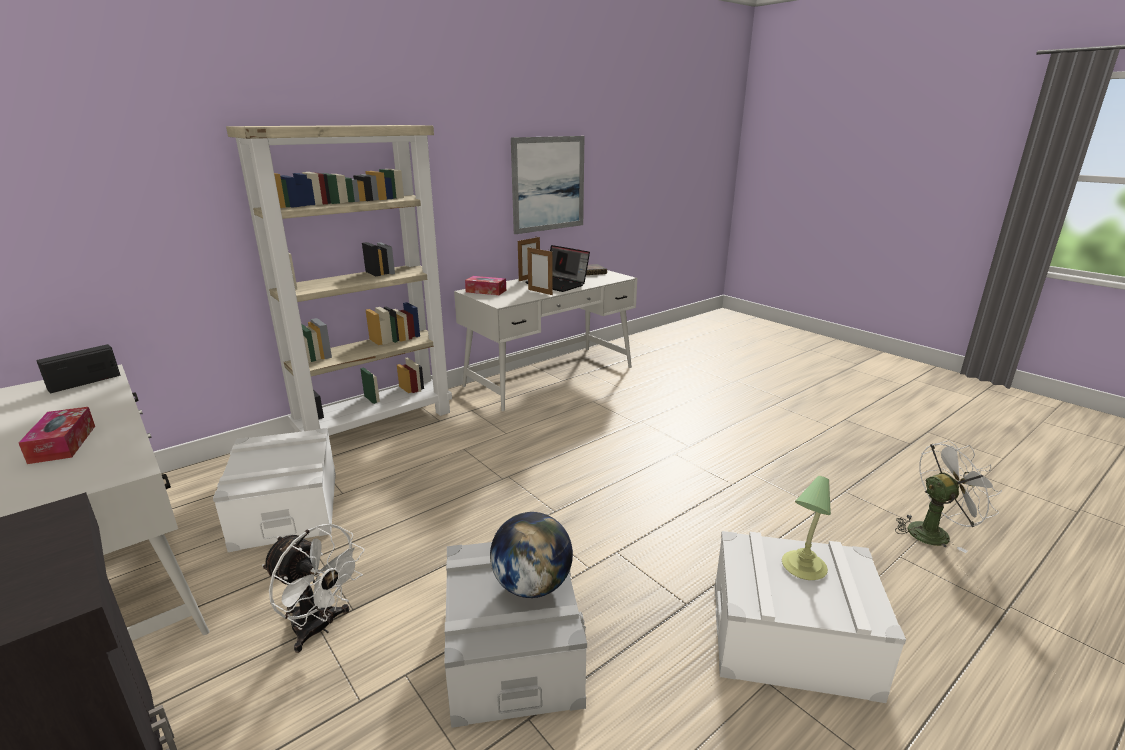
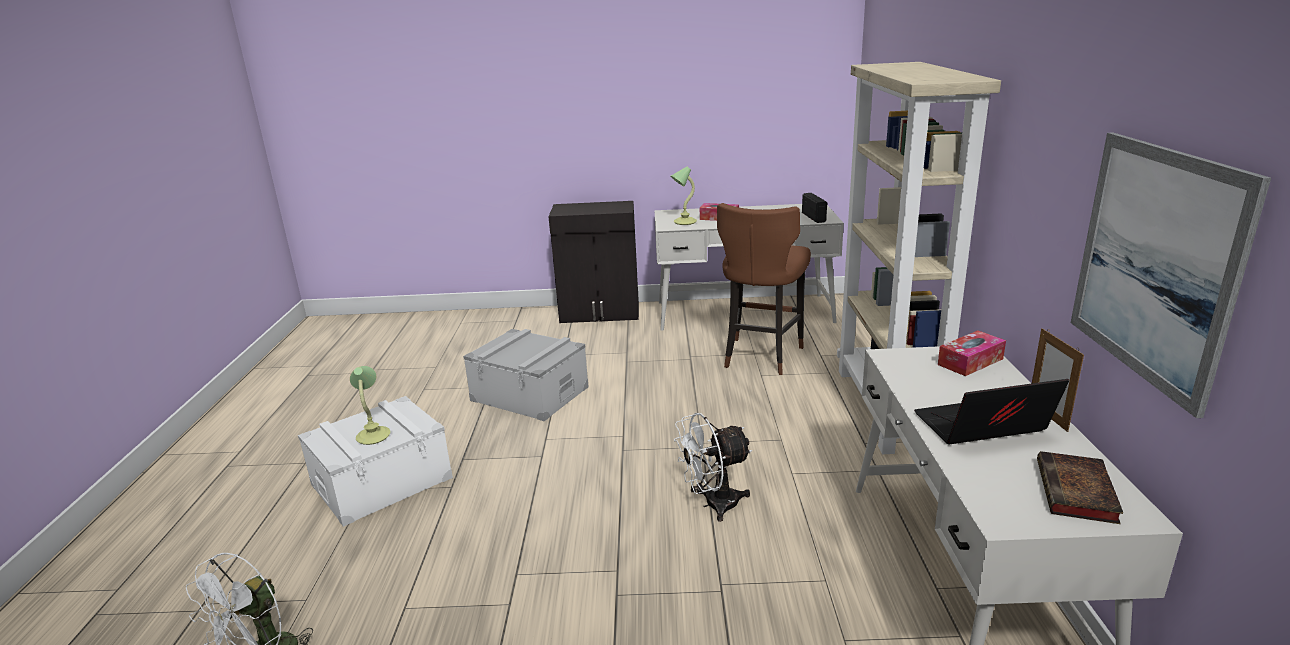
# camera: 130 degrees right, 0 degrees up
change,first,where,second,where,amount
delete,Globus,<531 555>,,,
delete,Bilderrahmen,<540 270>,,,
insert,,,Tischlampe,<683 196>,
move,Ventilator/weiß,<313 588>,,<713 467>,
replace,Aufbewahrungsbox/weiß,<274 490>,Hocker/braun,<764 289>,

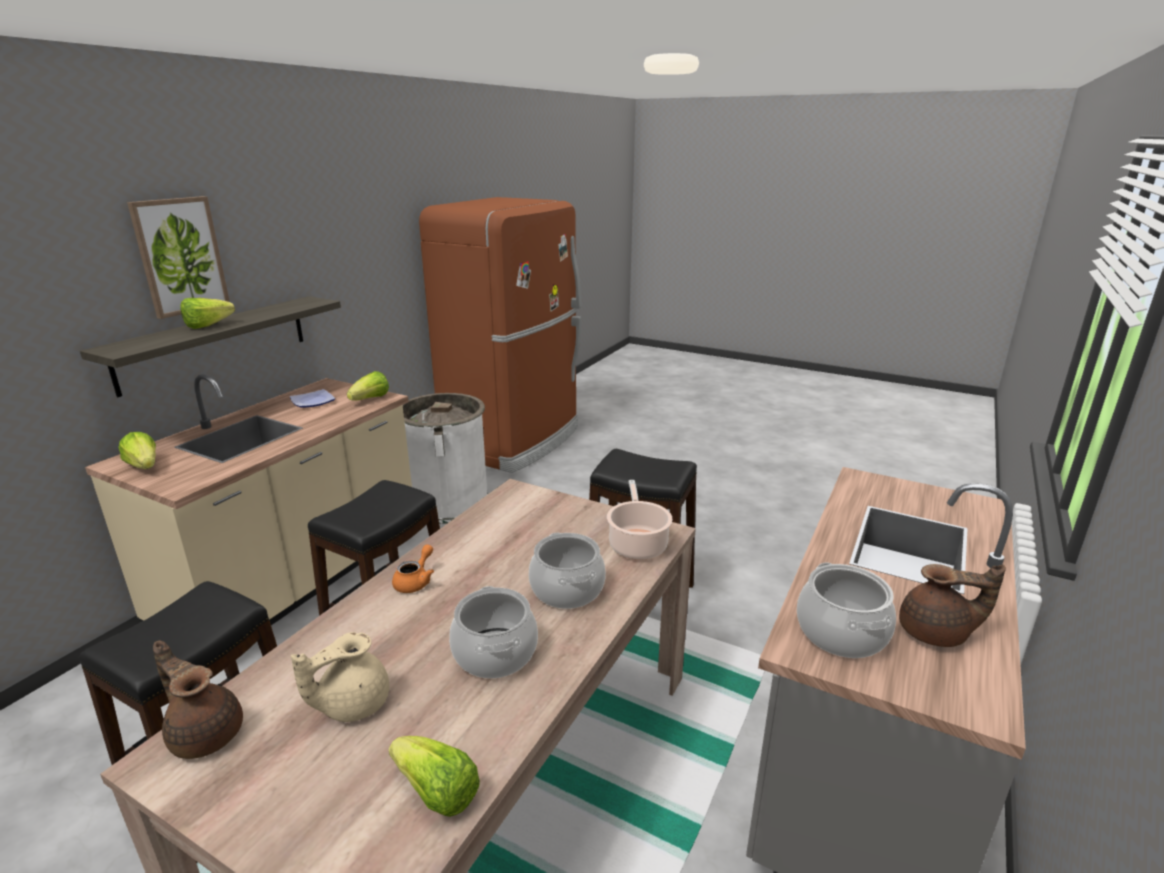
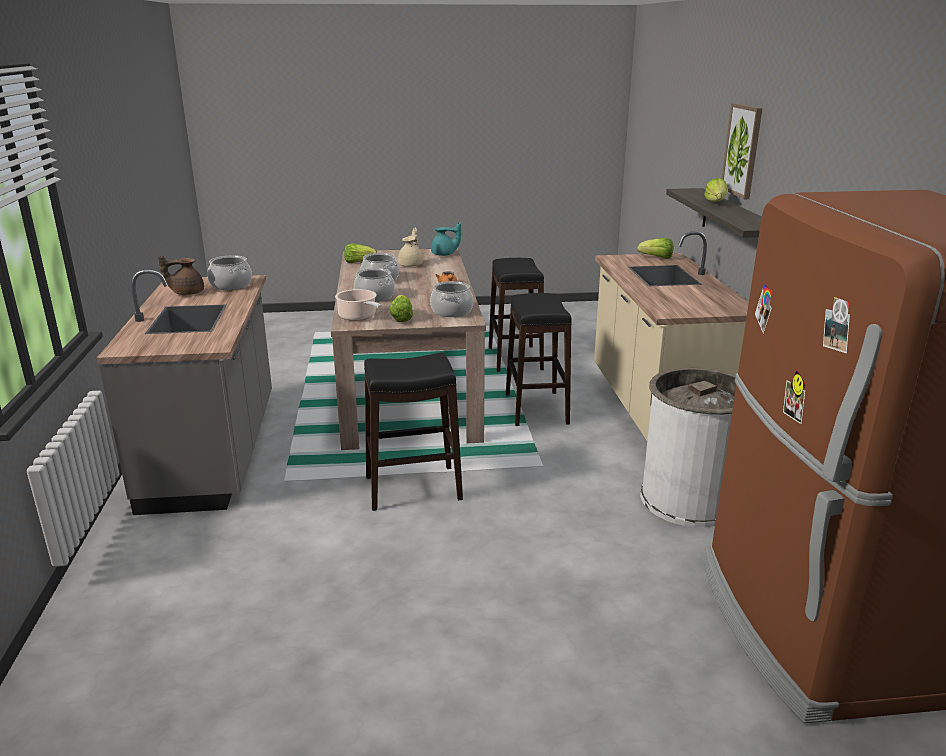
# camera: 145 degrees right, 0 degrees up
change,first,where,second,where,amount
delete,Teller,<312 398>,,,
insert,,,Kochtopf,<451 299>,
move,Salatkopf,<368 386>,,<401 308>,
recolor,Teekanne/braun,<198 699>,Teekanne/türkis,<446 239>,

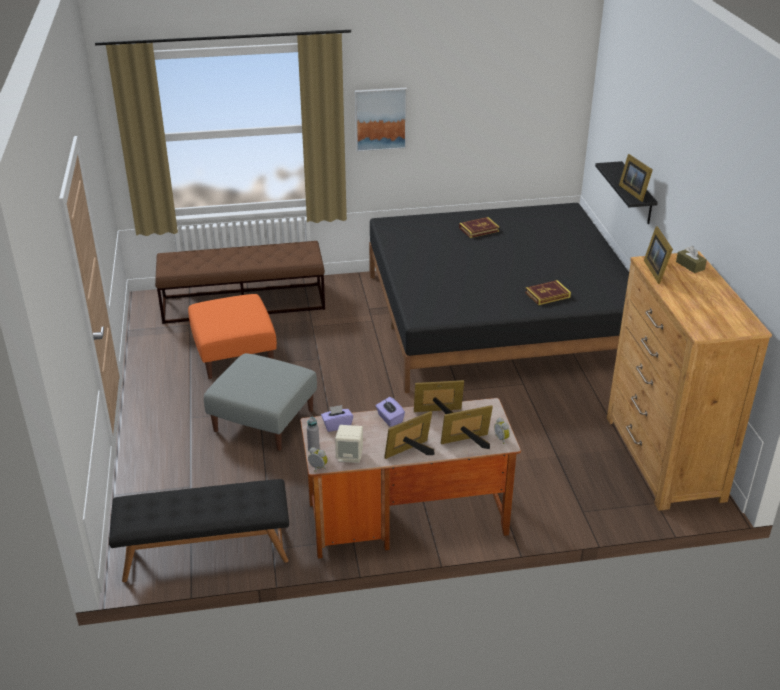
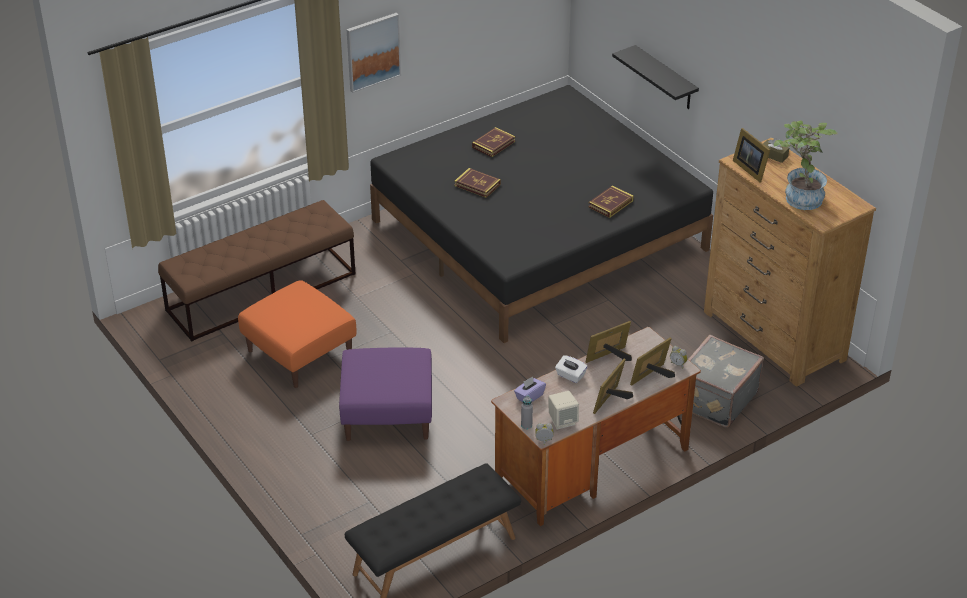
# camera: 25 degrees left, 5 degrees up
change,first,where,second,where,amount
delete,Bilderrahmen,<636 178>,,,
insert,,,Buch,<477 183>,
insert,,,Koffer/grau,<726 381>,
insert,,,Topfpflanze,<806 165>,
recolor,Polsterhocker/grau,<260 402>,Polsterhocker/lila,<385 394>,
recolor,Taschentuchbox/lila,<390 412>,Taschentuchbox/weiß,<571 369>,

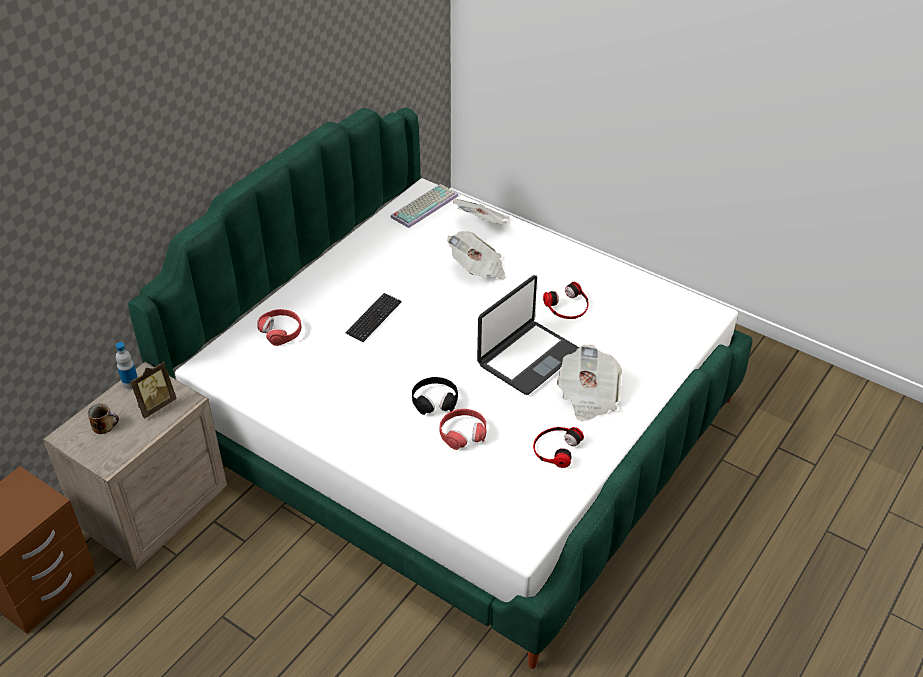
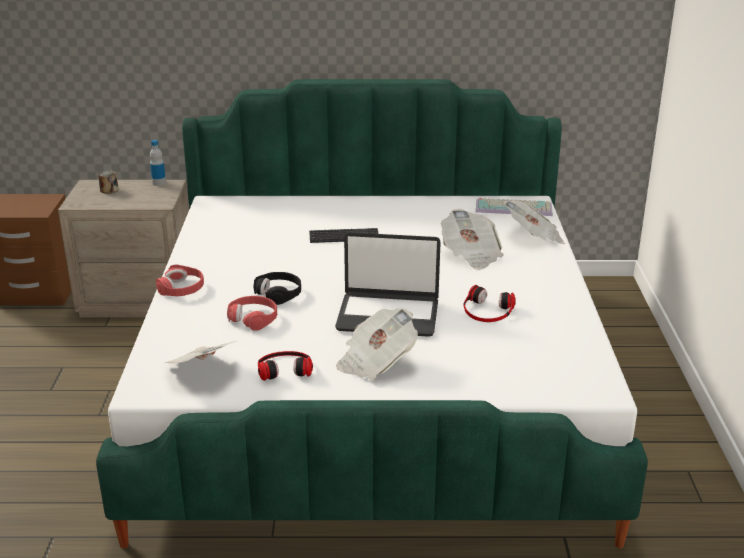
# camera: 55 degrees right, 15 degrees down
change,first,where,second,where,amount
delete,Bilderrahmen,<153 390>,,,
insert,,,Zeitung,<200 352>,
move,Kopfhörer/rot,<279 327>,,<180 280>,

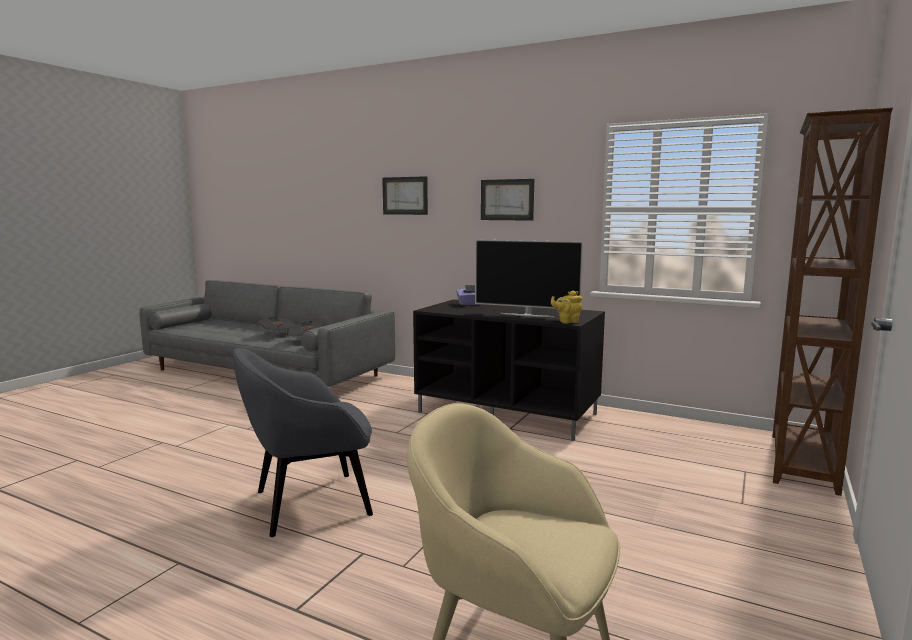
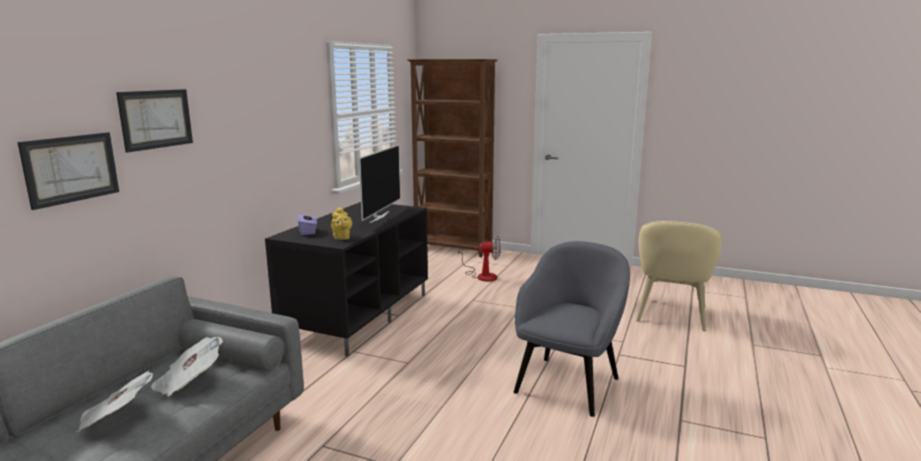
# camera: 95 degrees left, 5 degrees up
change,first,where,second,where,amount
insert,,,Ventilator,<479 258>,
move,Bild,<507 200>,,<68 171>,
move,Teekanne/gelb,<566 307>,,<341 223>,
rotate,Sessel/grau,<303 442>,,<572 329>,120 degrees counterclockwise

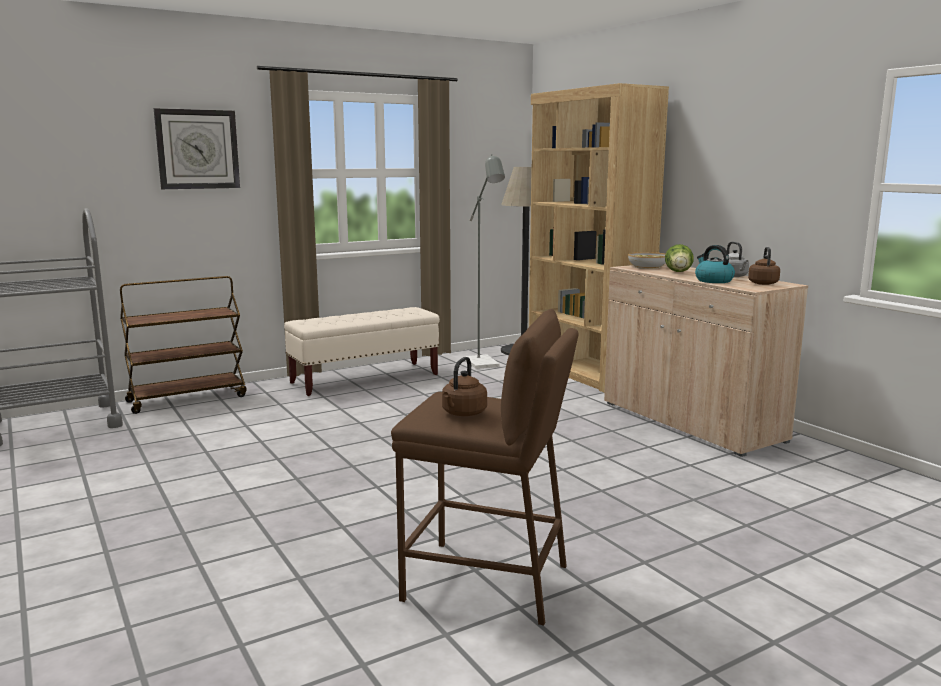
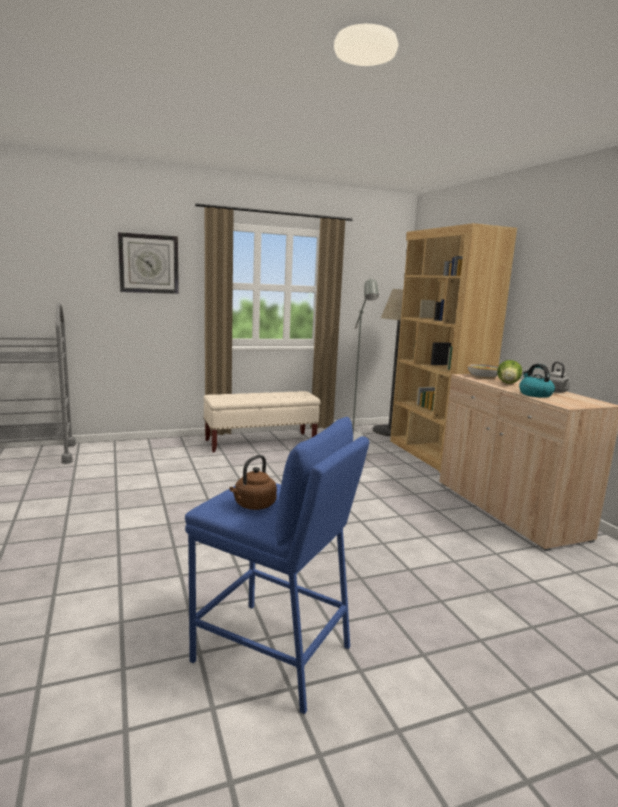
# camera: 10 degrees right, 0 degrees up
change,first,where,second,where,amount
delete,Rollwagen/braun,<183 345>,,,
delete,Wasserkessel/braun,<764 266>,,,
recolor,Hocker/braun,<485 467>,Hocker/blau,<277 565>,

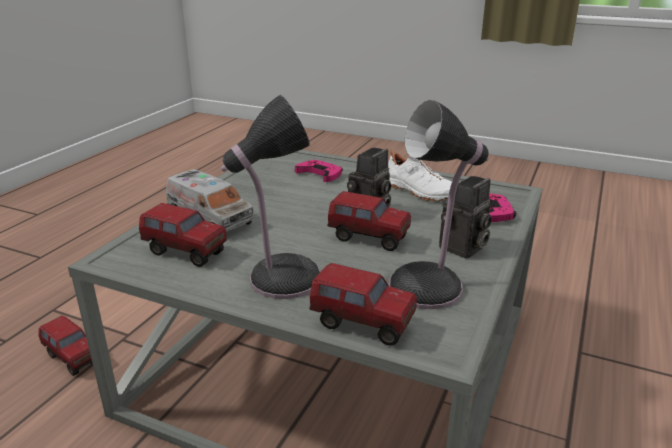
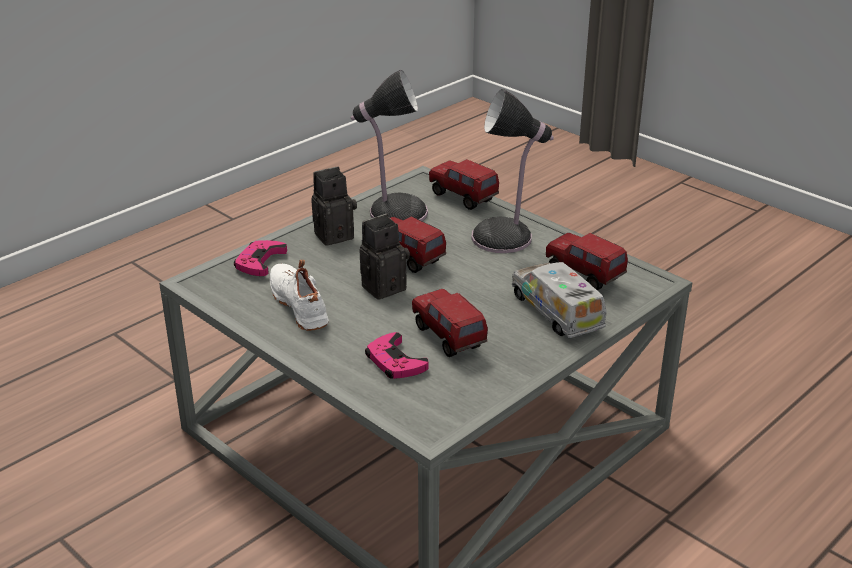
# camera: 160 degrees left, 5 degrees up
change,first,where,second,where,amount
move,Spielzeuglaster,<65 346>,,<450 323>,

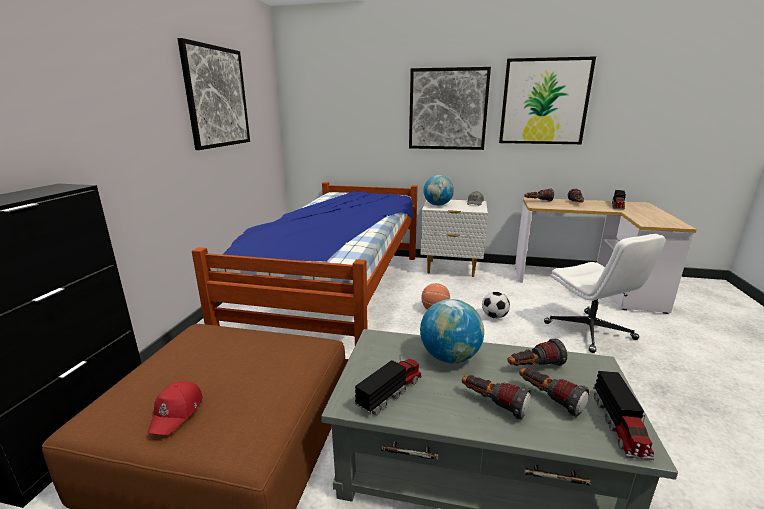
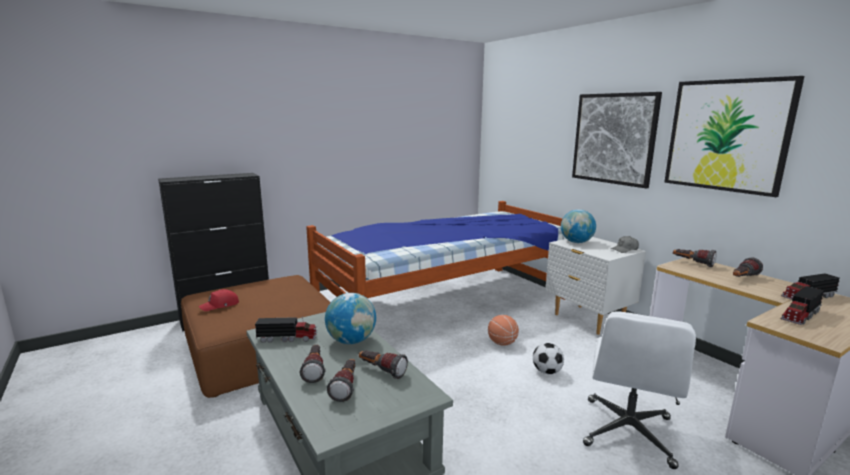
# camera: 45 degrees right, 5 degrees down
change,first,where,second,where,amount
delete,Bild,<213 94>,,,
move,Spielzeuglaster,<623 415>,,<802 305>,

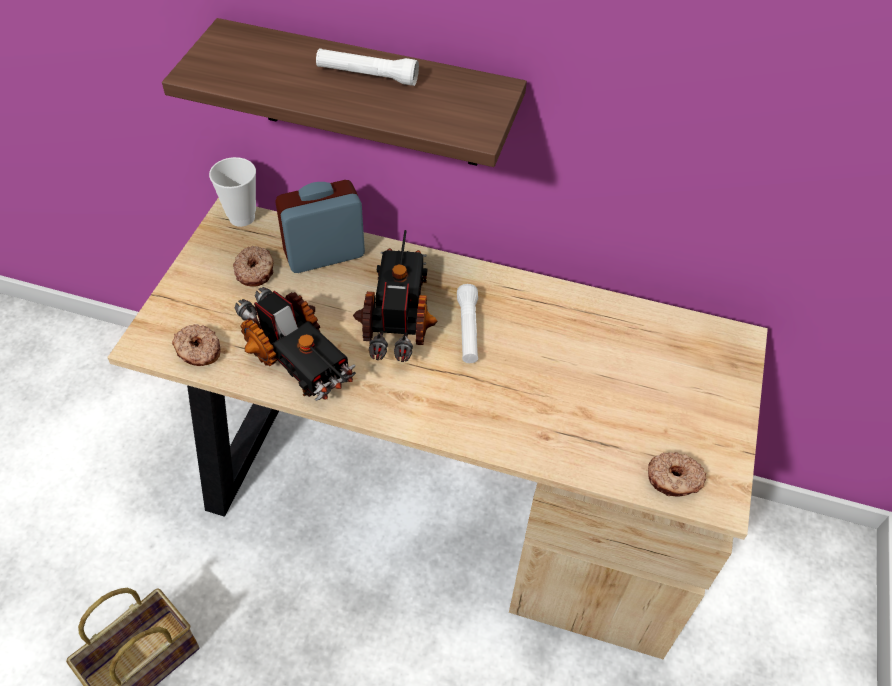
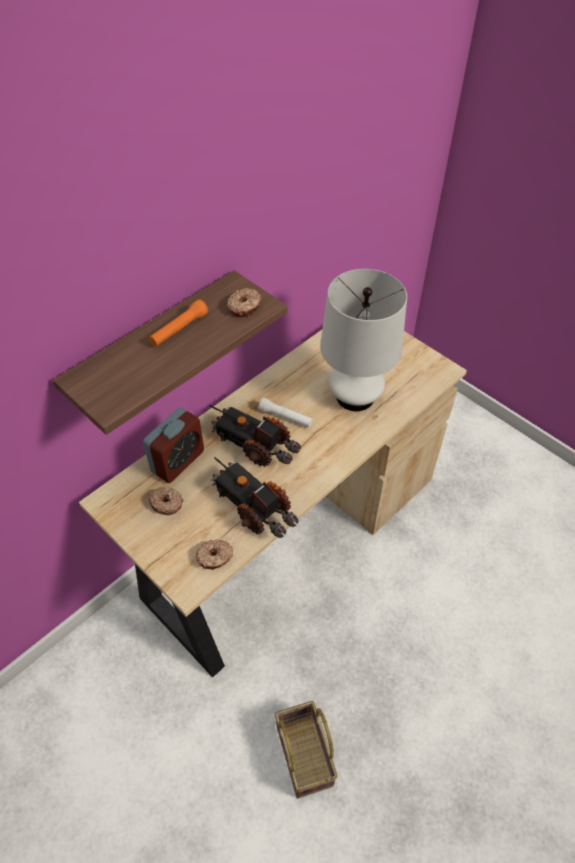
# camera: 60 degrees left, 0 degrees up
change,first,where,second,where,amount
delete,Tasse,<232 192>,,,
insert,,,Tischlampe/weiß,<363 340>,
move,Donut,<677 474>,,<244 302>,
recolor,Taschenlampe/weiß,<367 67>,Taschenlampe/orange,<178 323>,
rotate,Spielzeuglaster,<295 344>,,<255 497>,120 degrees counterclockwise
rotate,Wecker,<320 226>,,<173 445>,150 degrees counterclockwise

